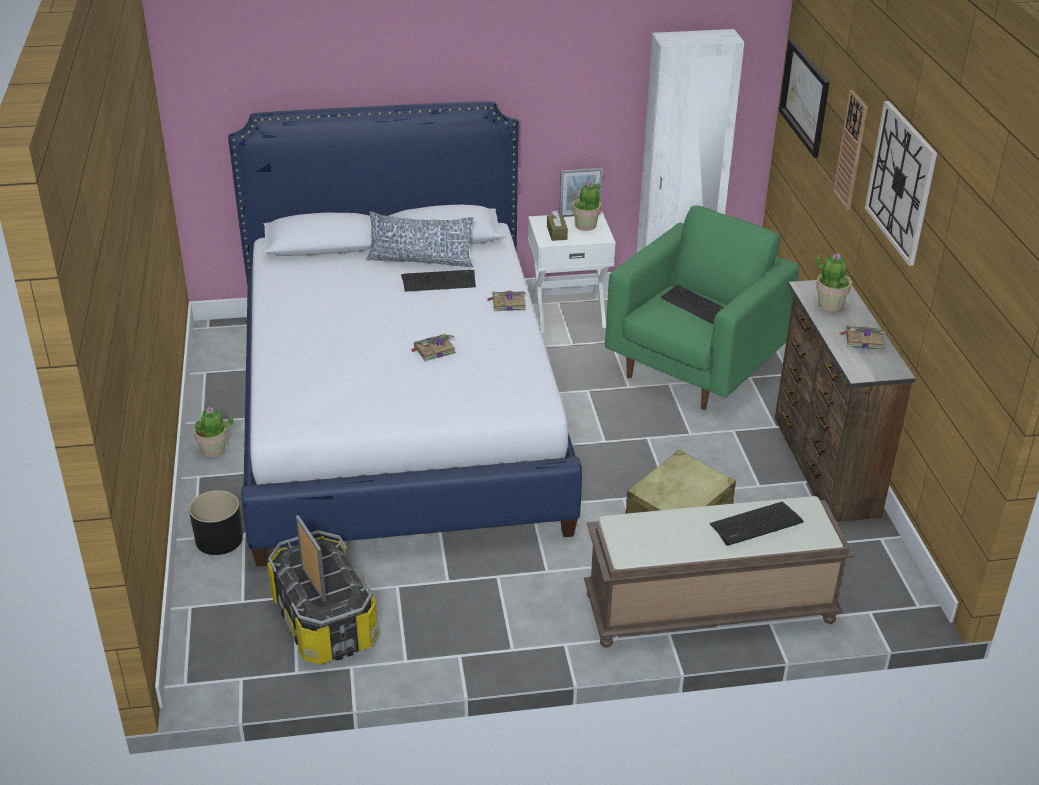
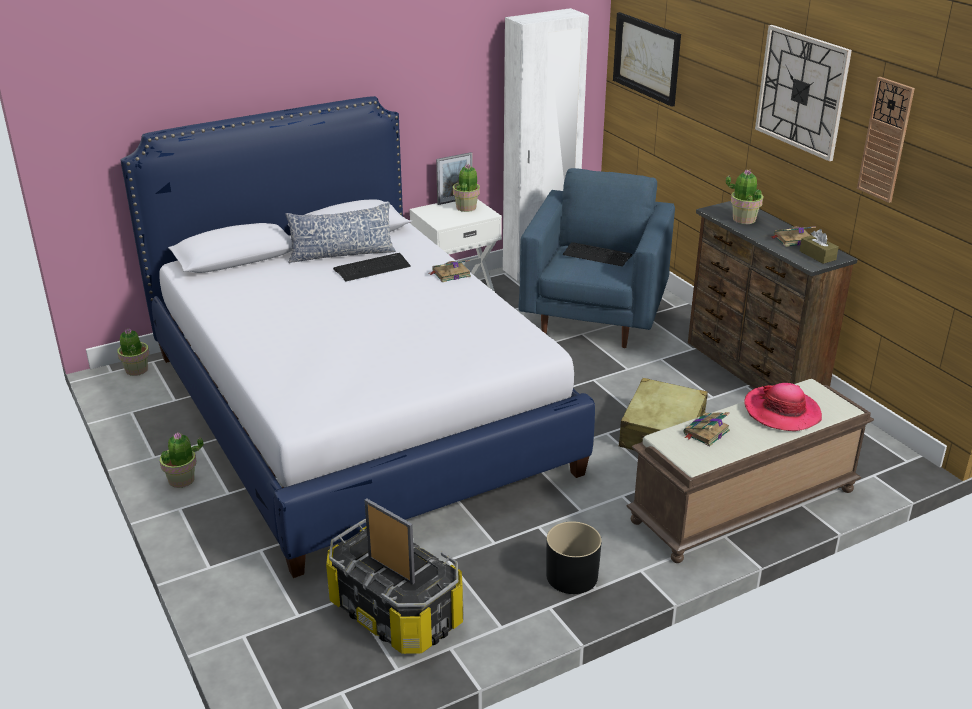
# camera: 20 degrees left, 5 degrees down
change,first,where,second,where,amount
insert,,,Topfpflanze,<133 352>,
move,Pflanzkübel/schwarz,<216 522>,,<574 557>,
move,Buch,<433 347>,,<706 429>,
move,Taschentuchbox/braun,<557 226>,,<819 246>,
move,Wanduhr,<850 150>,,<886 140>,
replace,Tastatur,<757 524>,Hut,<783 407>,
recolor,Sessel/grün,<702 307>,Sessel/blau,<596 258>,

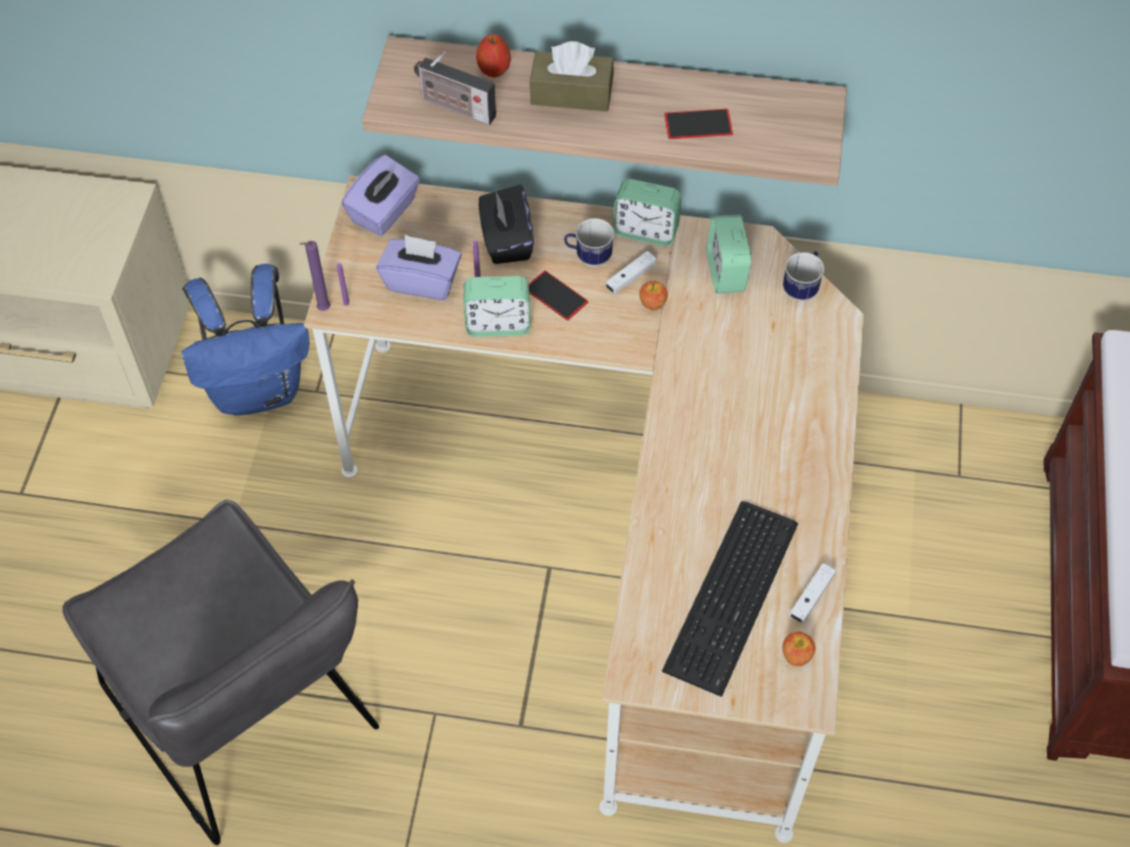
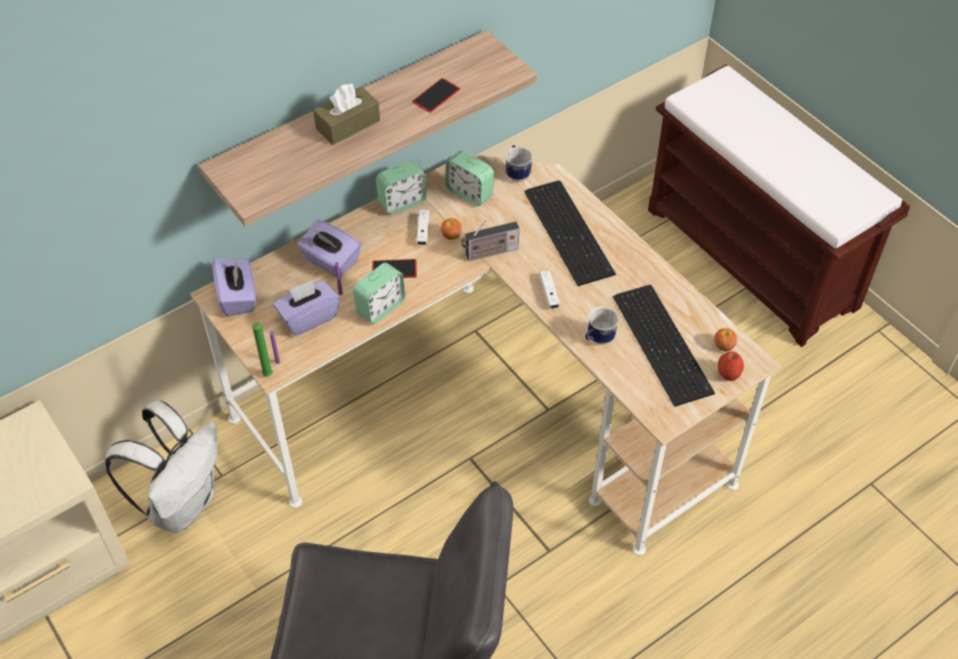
# camera: 45 degrees left, 5 degrees down
change,first,where,second,where,amount
insert,,,Tastatur,<570 233>,
move,Radio,<455 88>,,<490 240>,
move,Apfel,<493 56>,,<731 366>,
move,Henkelbecher,<589 242>,,<602 325>,
move,Gamepad/weiß,<812 593>,,<550 289>,
recolor,Rucksack/blau,<245 340>,Rucksack/weiß,<161 466>,
recolor,Kerze/lila,<315 276>,Kerze/grün,<262 350>,
recolor,Taschentuchbox/schwarz,<506 224>,Taschentuchbox/lila,<329 248>,

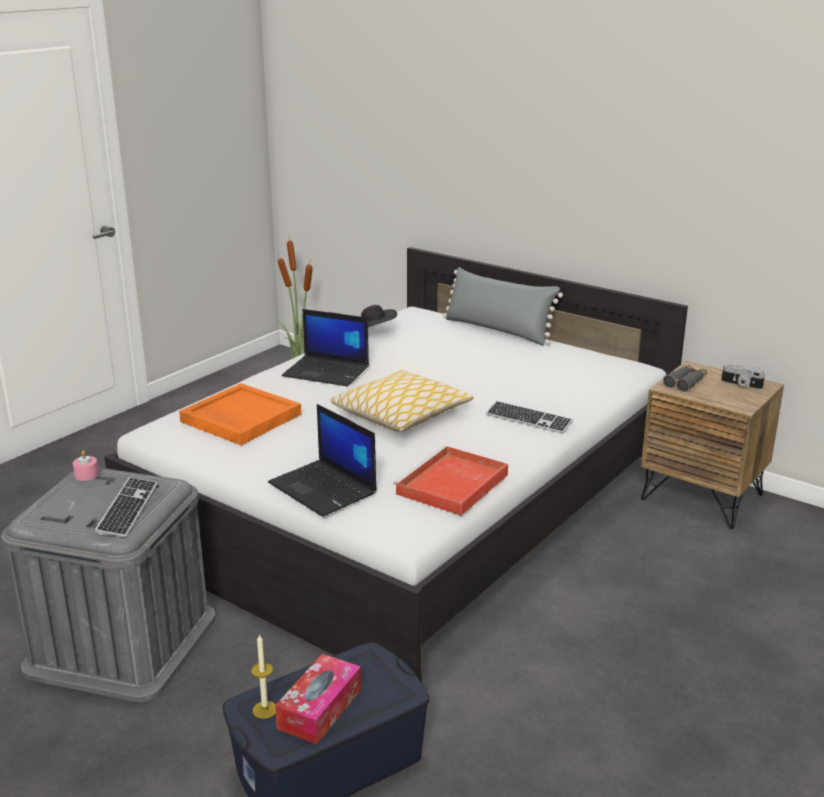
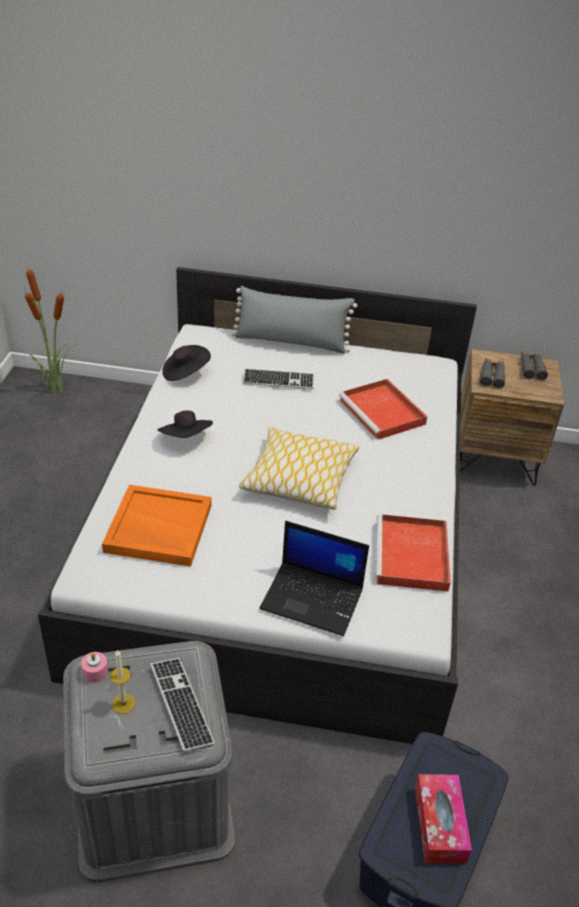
# camera: 30 degrees left, 15 degrees up
change,first,where,second,where,amount
insert,,,Tablett/rot,<383 409>,
move,Kerze,<263 676>,,<122 682>,
move,Tastatur,<529 417>,,<278 378>,
replace,Laptop,<325 347>,Hut/schwarz,<185 424>,
replace,Kamera,<743 377>,Fernglas/grau,<534 365>,

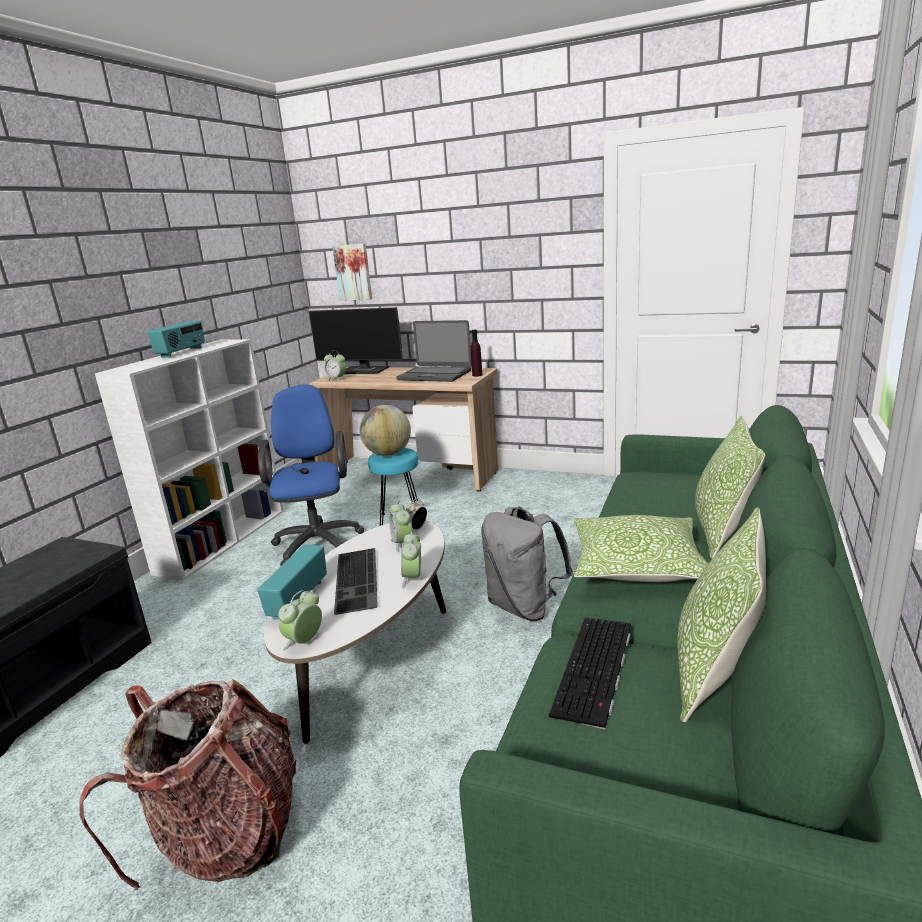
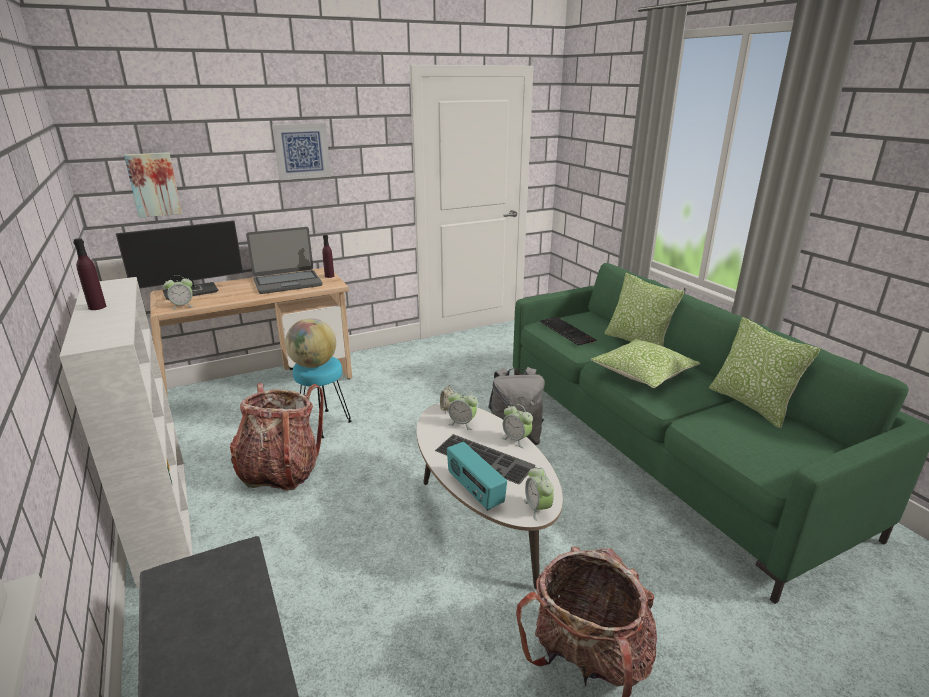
# camera: 50 degrees left, 5 degrees up
change,first,where,second,where,amount
insert,,,Bild,<301 151>,
move,Tastatur,<590 673>,,<568 331>,
replace,Radio,<176 339>,Flasche/lila,<89 274>,
replace,Bürostuhl/blau,<311 475>,Rucksack,<277 437>,

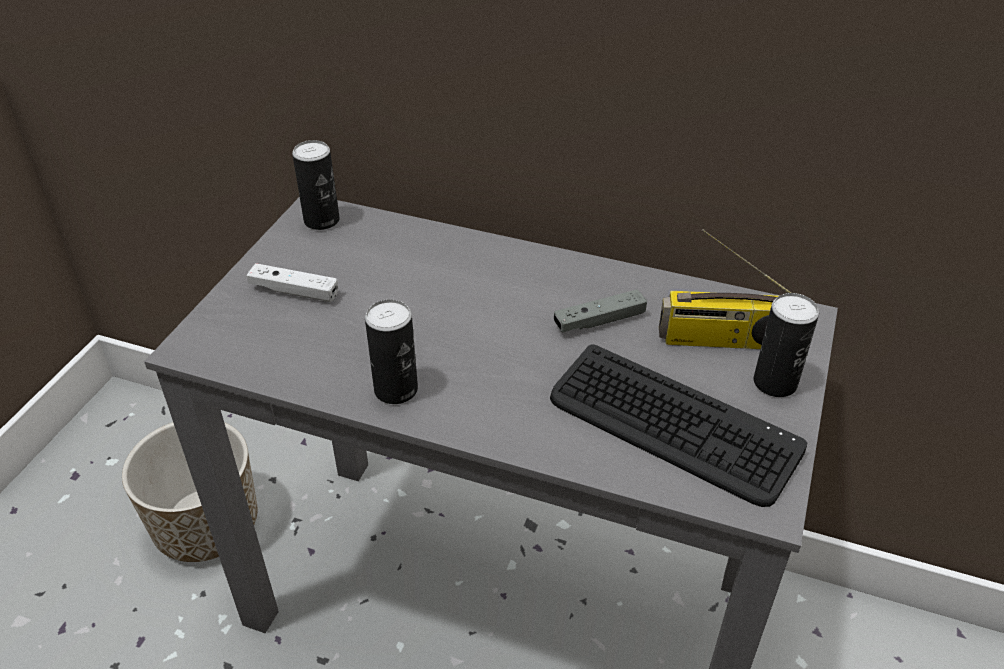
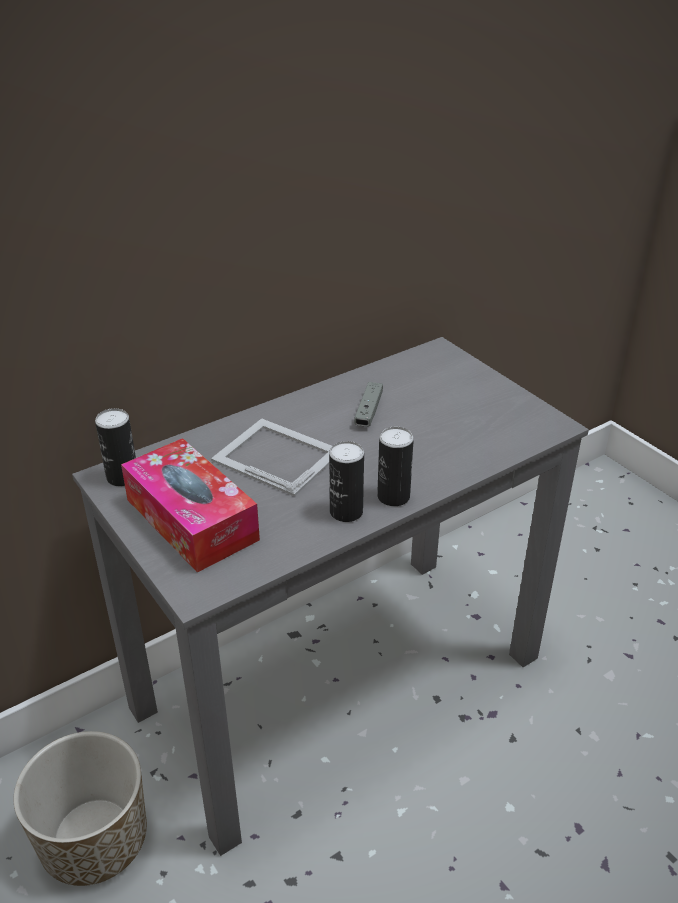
# camera: 55 degrees left, 5 degrees down
change,first,where,second,where,amount
delete,Tastatur,<678 425>,,,
delete,Radio,<725 289>,,,
insert,,,Bilderrahmen,<271 457>,
move,Dose,<786 345>,,<395 466>,
replace,Gamepad/weiß,<292 282>,Taschentuchbox,<190 505>,

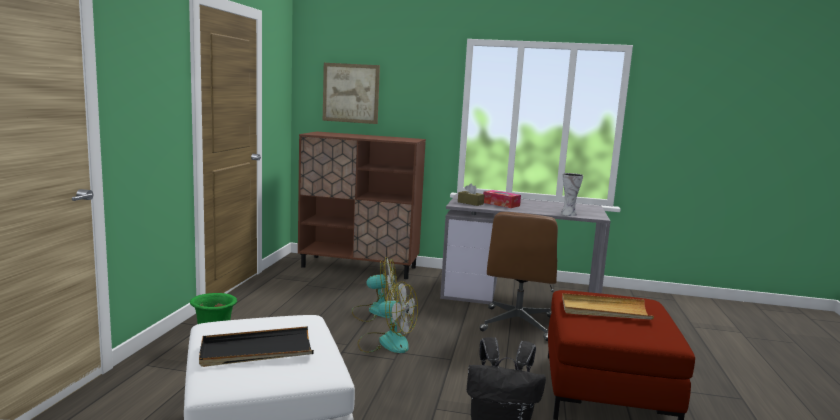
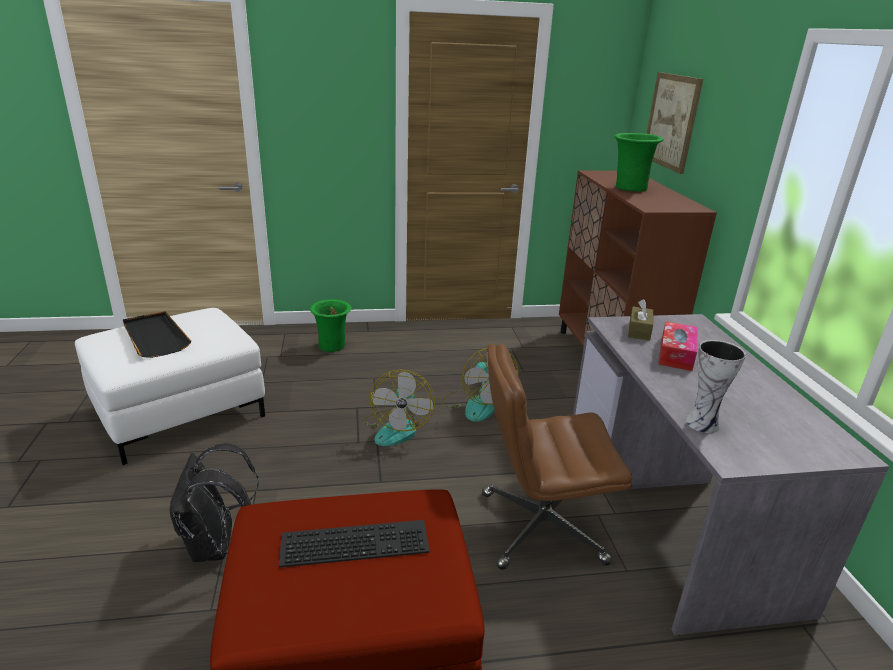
# camera: 70 degrees right, 15 degrees up
change,first,where,second,where,amount
insert,,,Vase/grün,<639 162>,
replace,Tablett/beige,<608 306>,Tastatur,<354 544>,

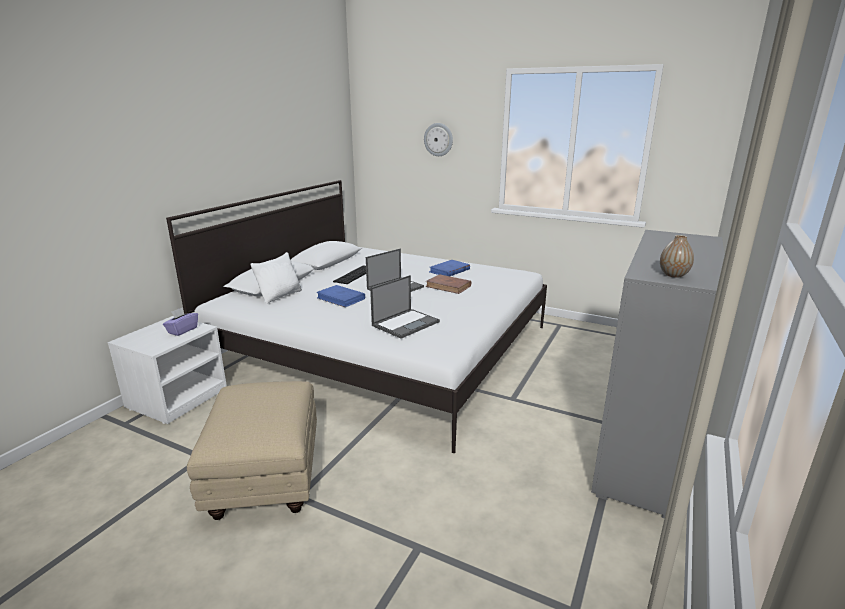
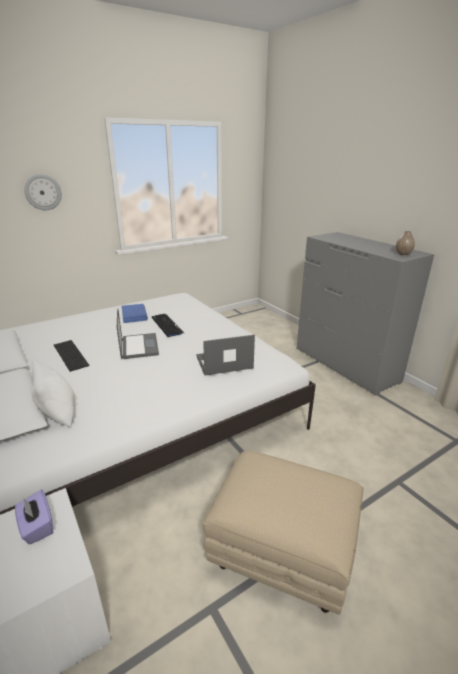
# camera: 60 degrees left, 5 degrees up
change,first,where,second,where,amount
delete,Buch/blau,<340 296>,,,
replace,Buch/braun,<448 284>,Tastatur,<168 325>,
rotate,Laptop,<405 307>,,<225 355>,90 degrees counterclockwise

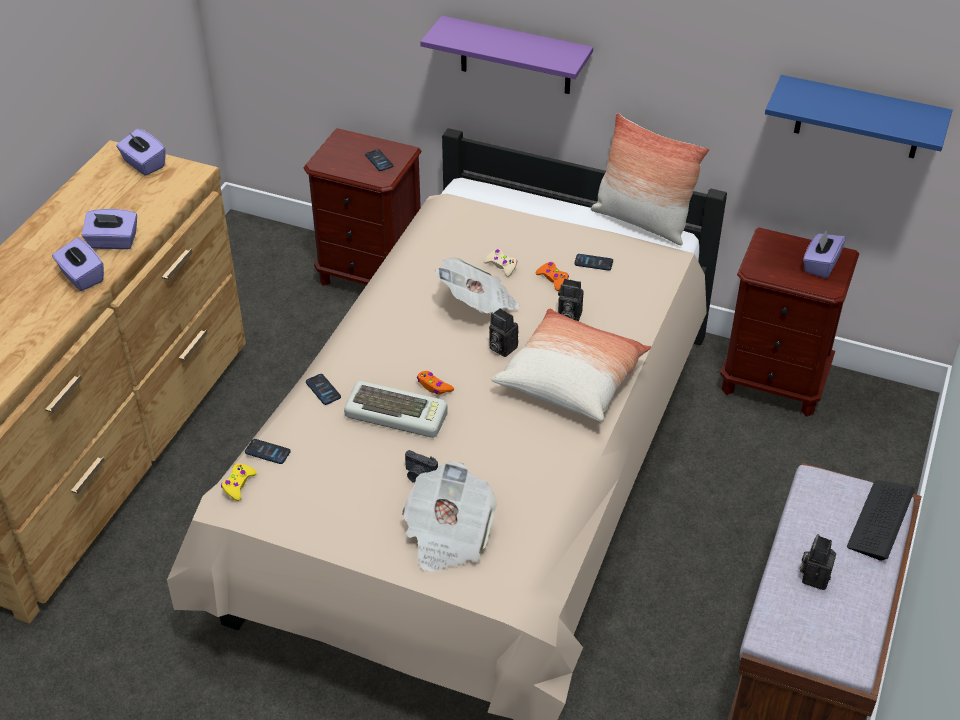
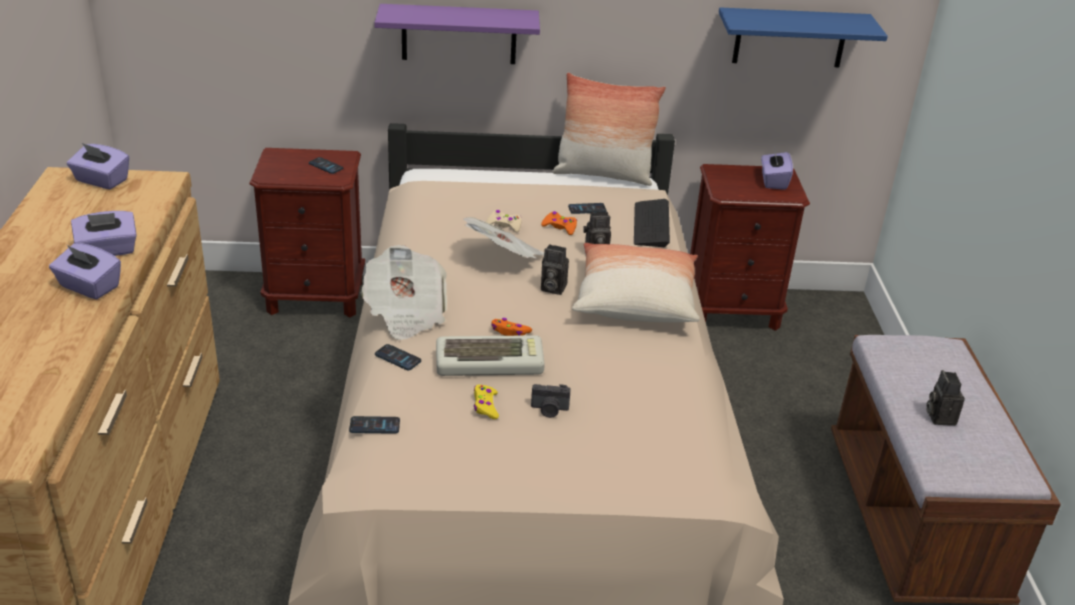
# camera: 25 degrees left, 10 degrees down
change,first,where,second,where,amount
move,Gamepad/gelb,<239 482>,,<486 402>,
move,Zeitung,<449 517>,,<404 292>,
move,Tastatur,<881 520>,,<652 223>,

